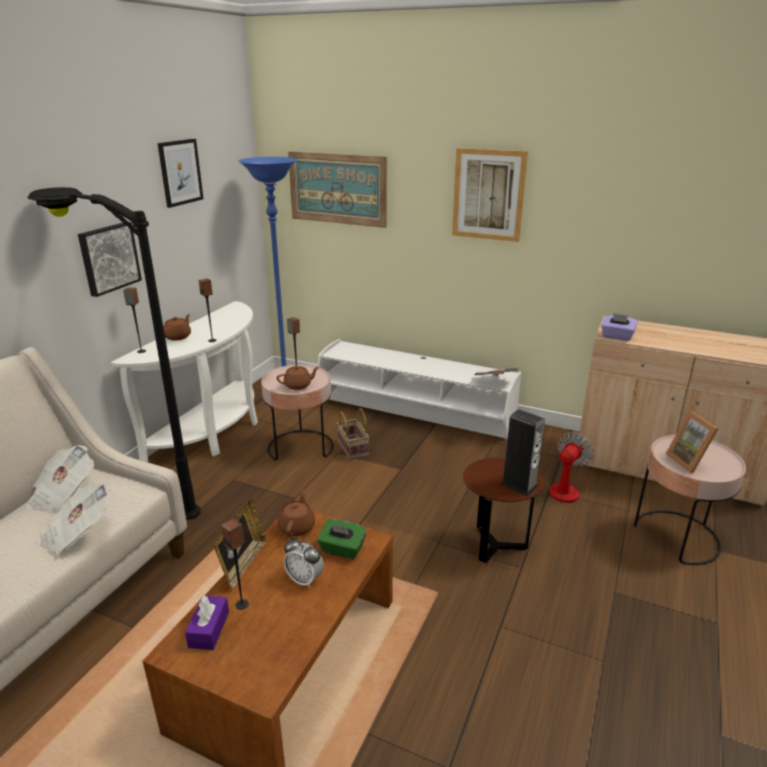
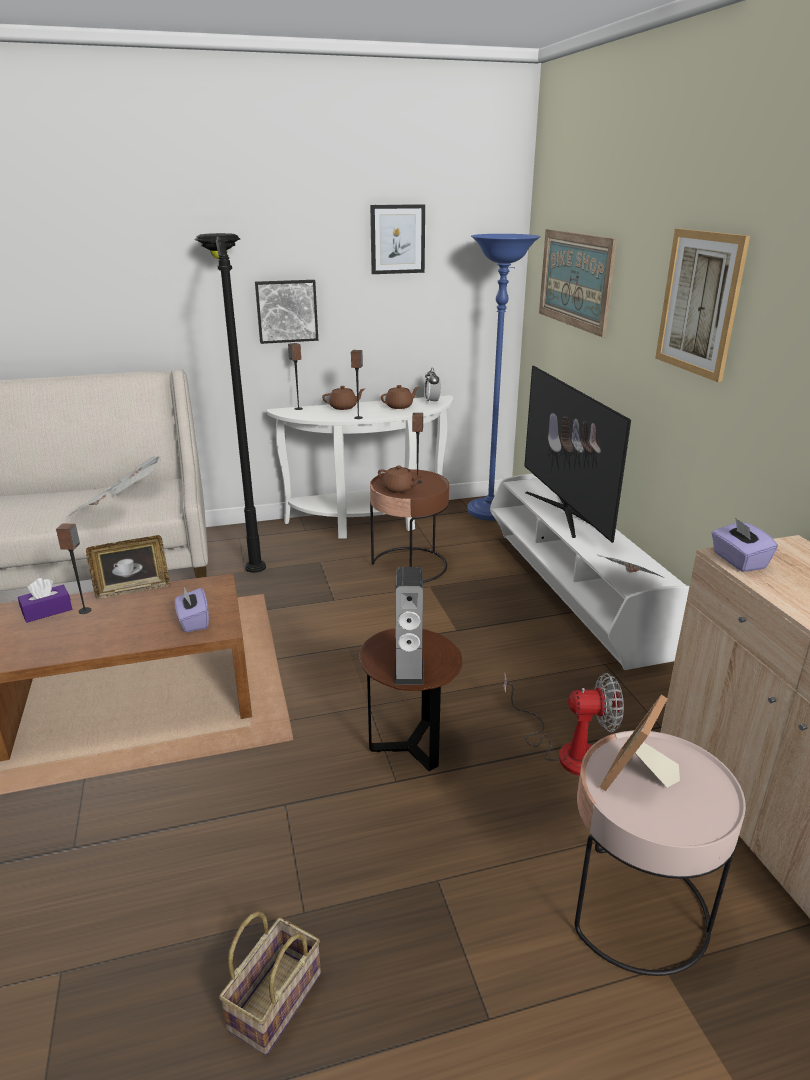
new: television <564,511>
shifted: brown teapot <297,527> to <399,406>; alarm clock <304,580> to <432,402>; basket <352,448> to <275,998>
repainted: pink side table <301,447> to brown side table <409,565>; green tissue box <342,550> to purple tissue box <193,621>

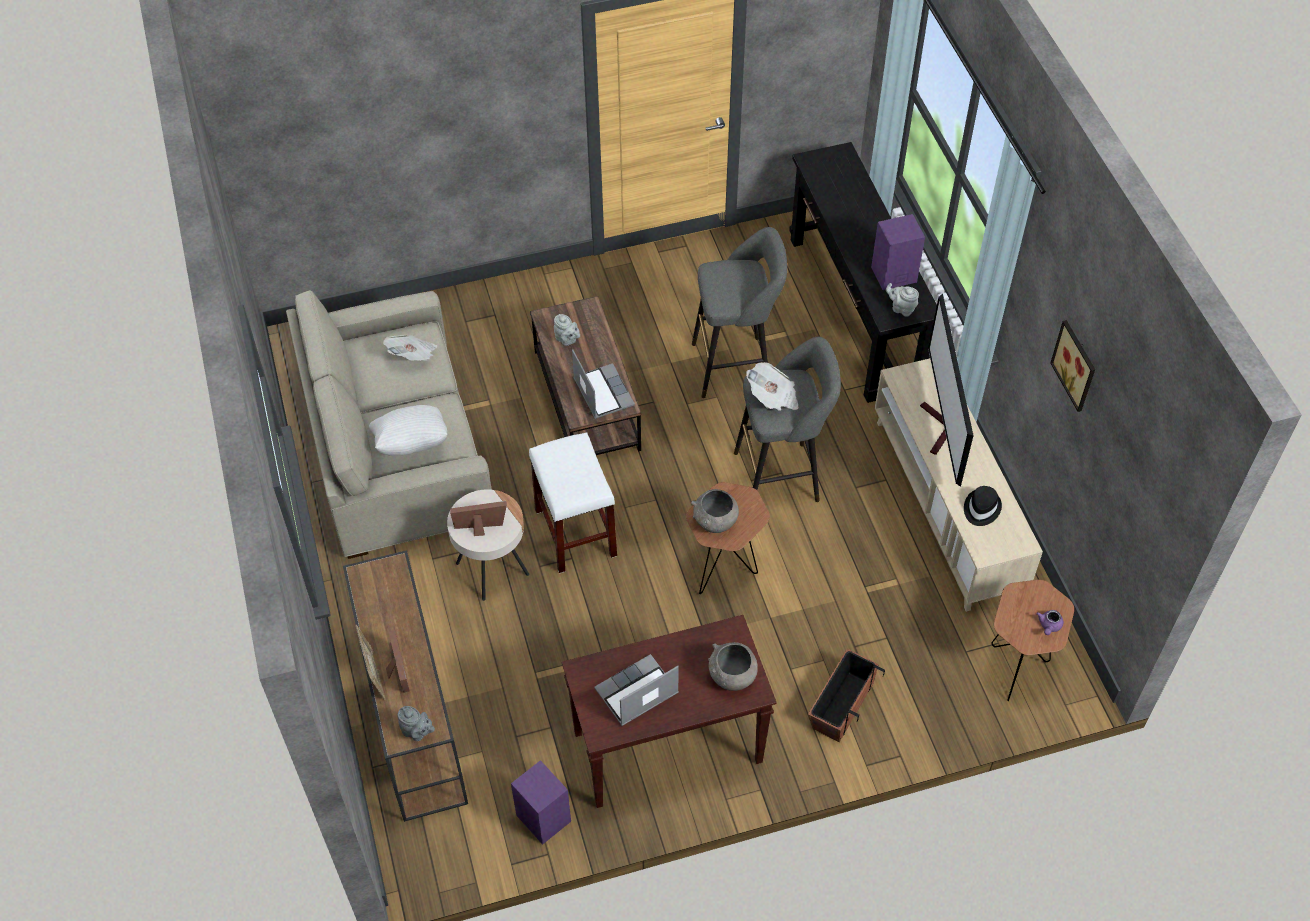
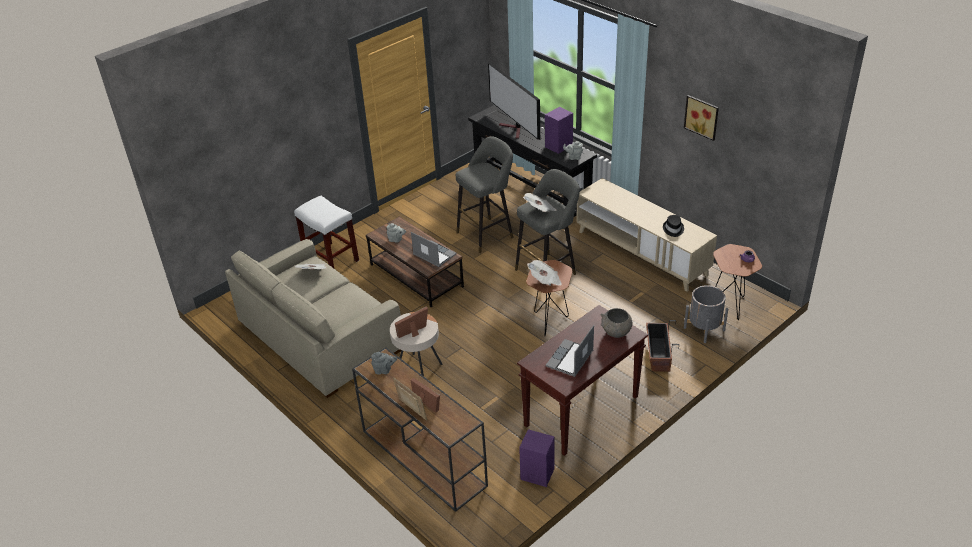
gone: white pillow <411,446>
new: grey planter <704,329>
shifted: grey teapot <417,732> to <384,370>; white stool <576,533> to <332,259>; television <940,429> to <514,130>
swapped: grey bowl <715,522> to newspaper <545,281>

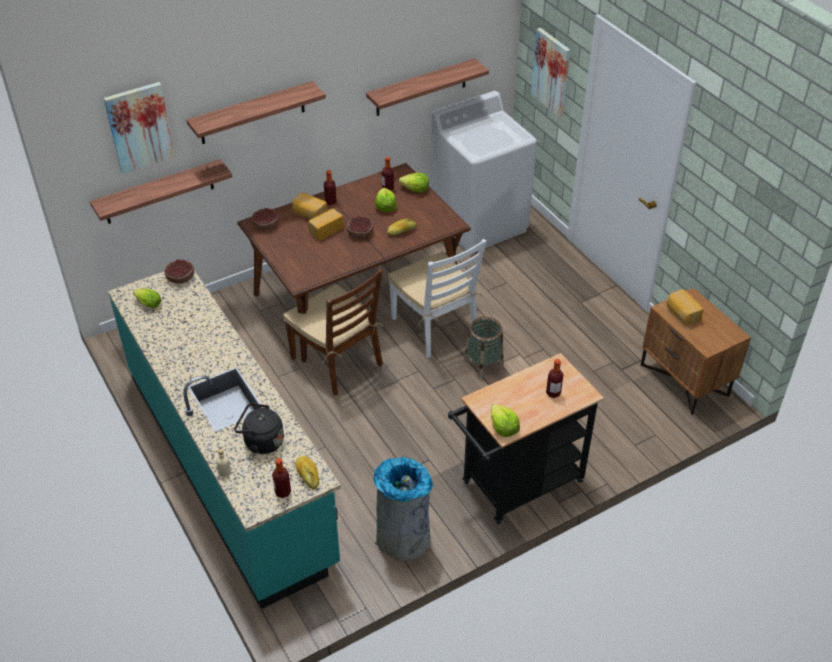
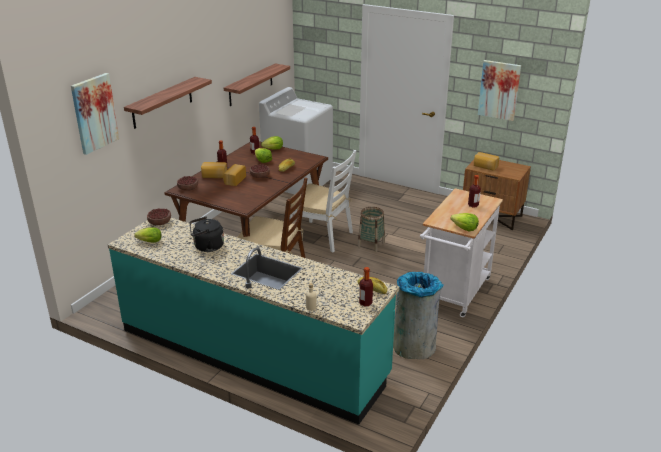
gone: shelf <159,192>
shifted: black kettle <261,442> to <207,247>; picture <551,72> to <499,90>
repainted: black cart <516,486> to white cart <454,295>

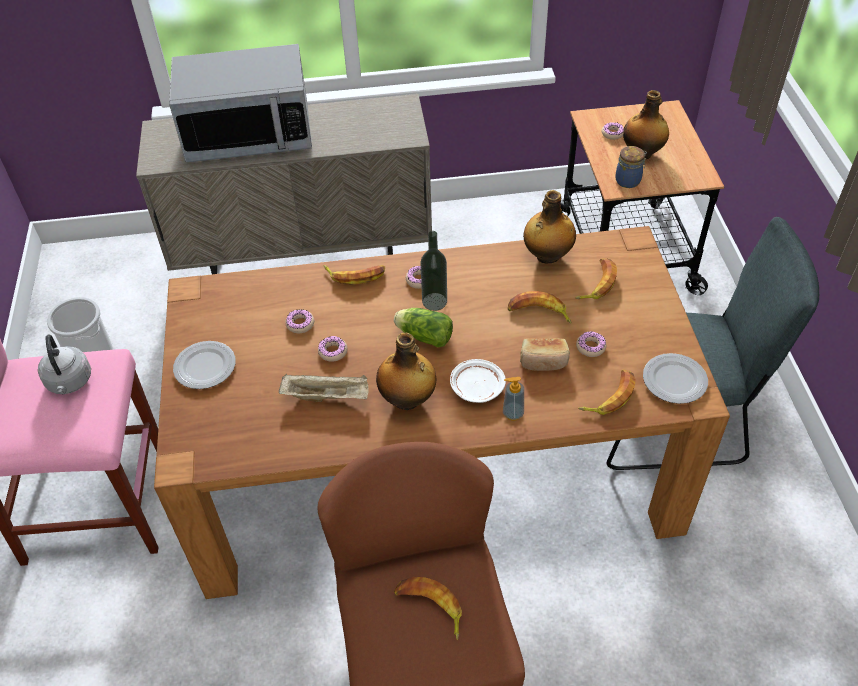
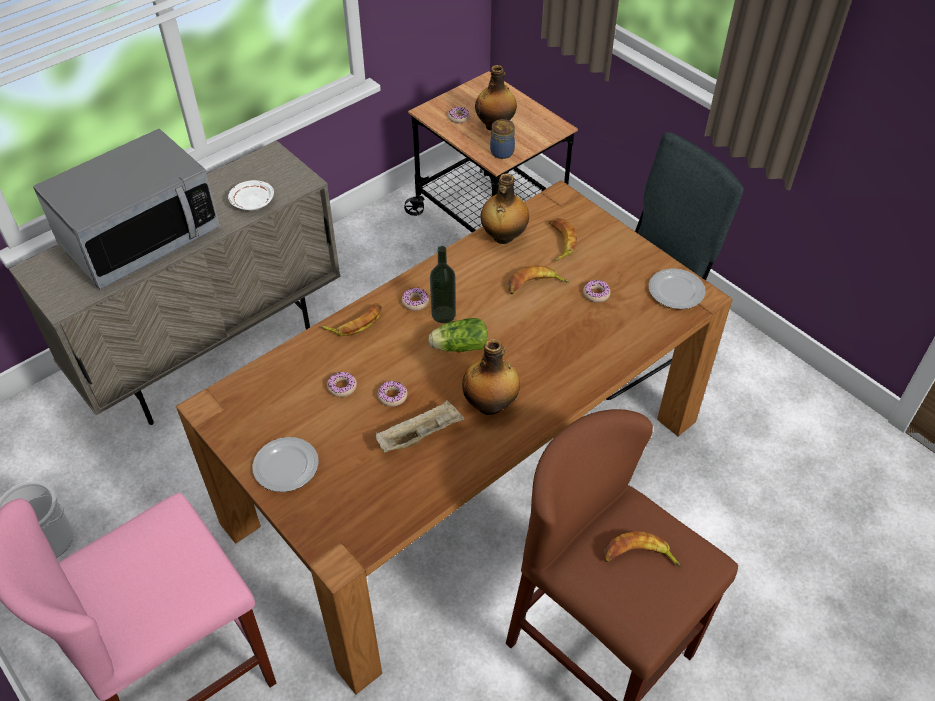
gone: grey kettle <70,382>; soap dispenser <513,413>; bread <543,361>; banana <610,396>
shifted: white plate <476,387> to <252,202>

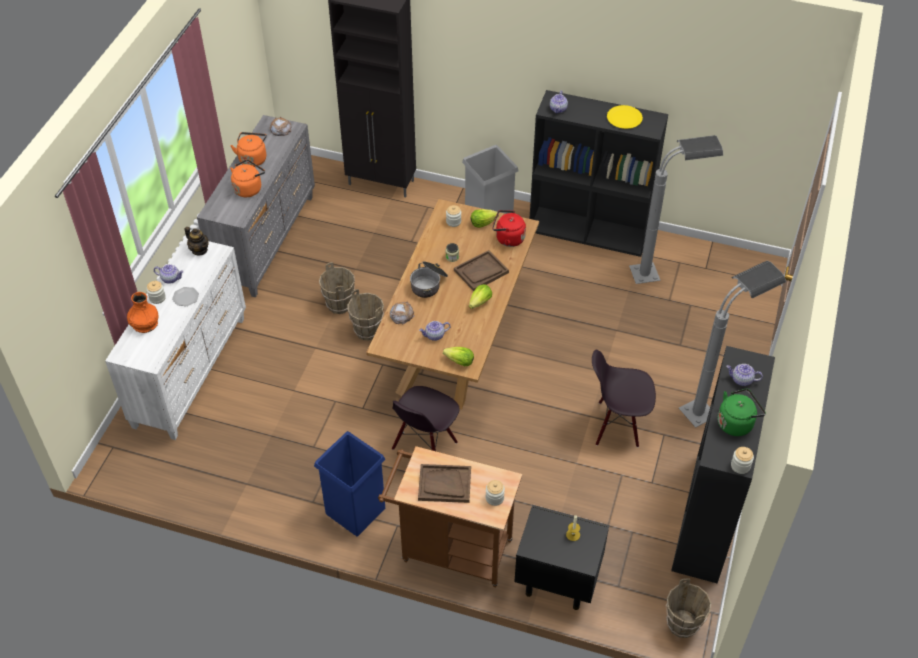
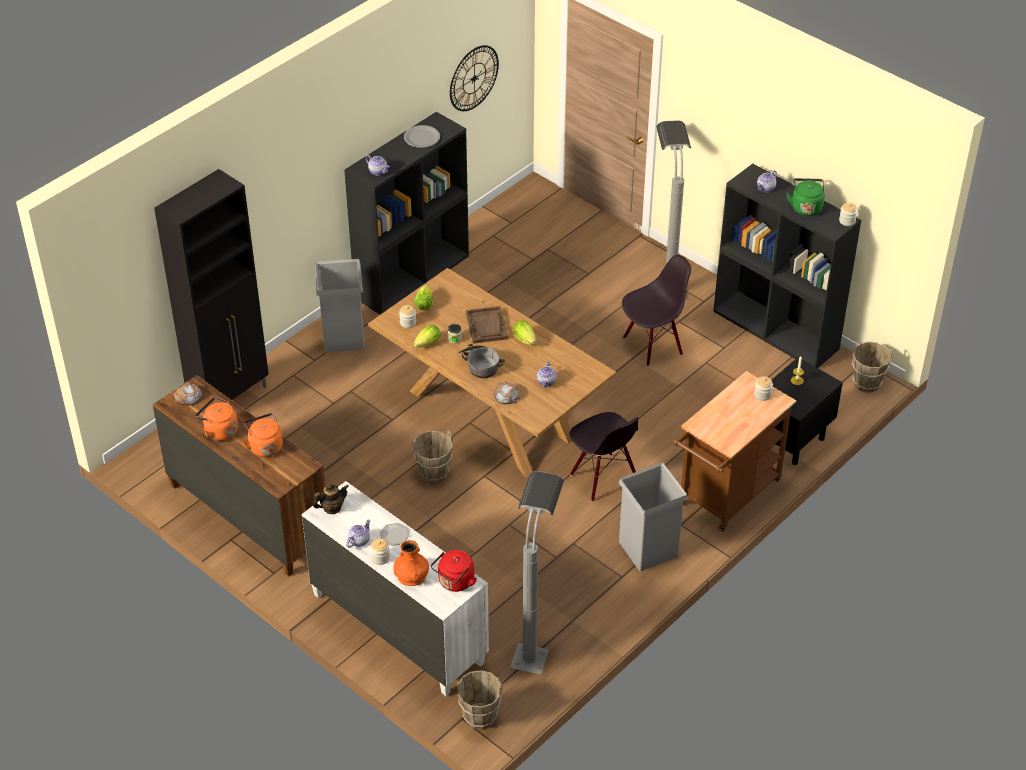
gone: brown tray <444,484>
new: wall clock <474,78>
shifted: brown bucket <340,305> to <480,716>; lettuce <459,362> to <428,343>; red kettle <508,238> to <455,582>; grey floor lamp <661,272> to <534,643>
repainted: grey dresser <266,240> to brown dresser <248,515>; blue trash can <355,510> to grey trash can <648,549>; yellow plate <624,118> to grey plate <422,137>
rotated: black chair <617,425> = <652,345> 150 degrees counterclockwise

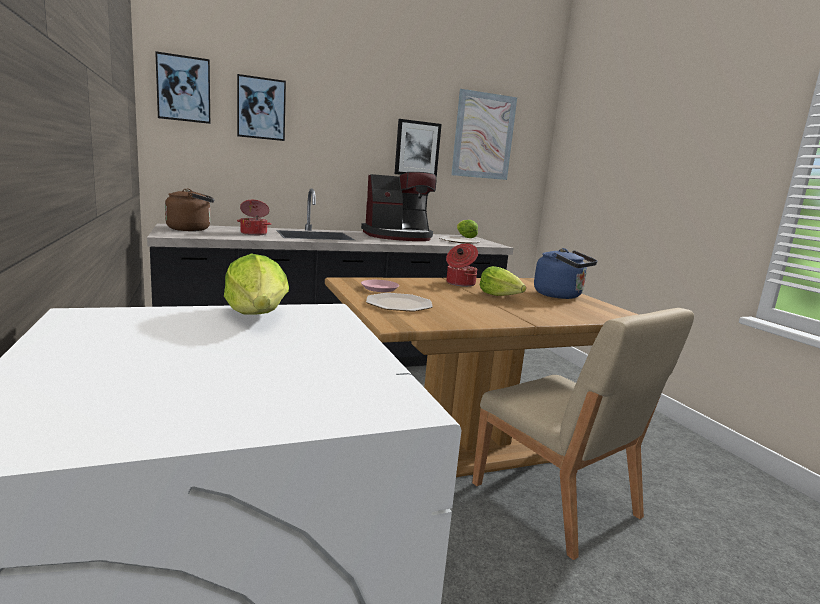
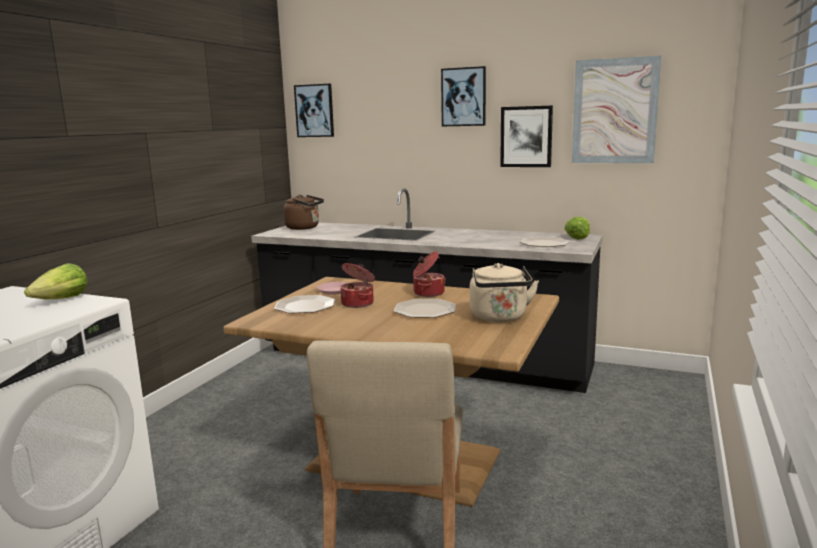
gone: coffee machine <398,236>
shifted: picture <261,108> to <464,97>; cooking pot <254,233> to <358,303>
swapped: lettuce <500,296> to plate <425,310>
repainted: blue kettle <560,296> to beige kettle <499,318>

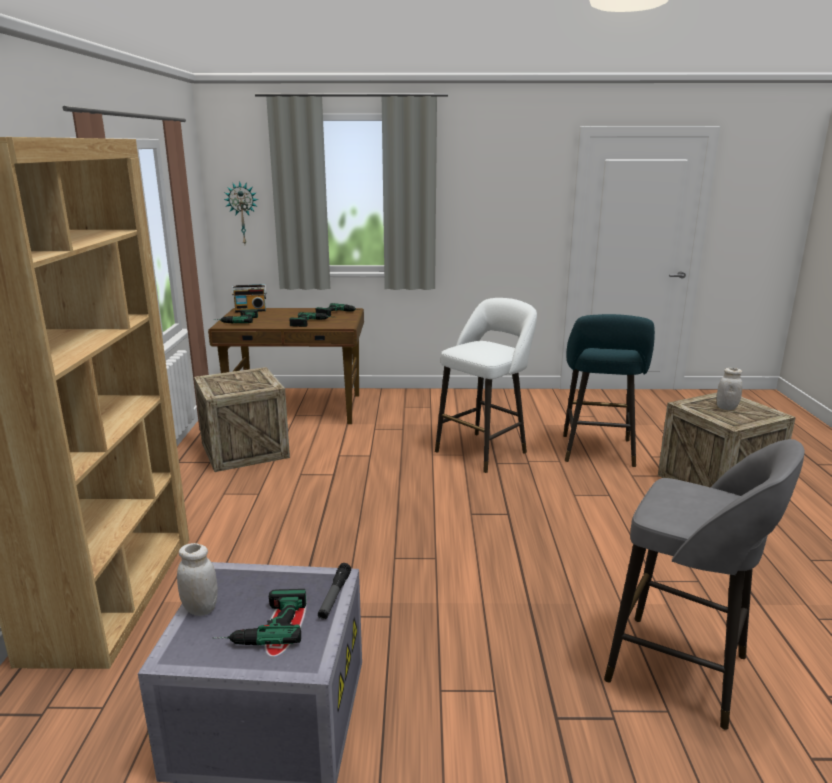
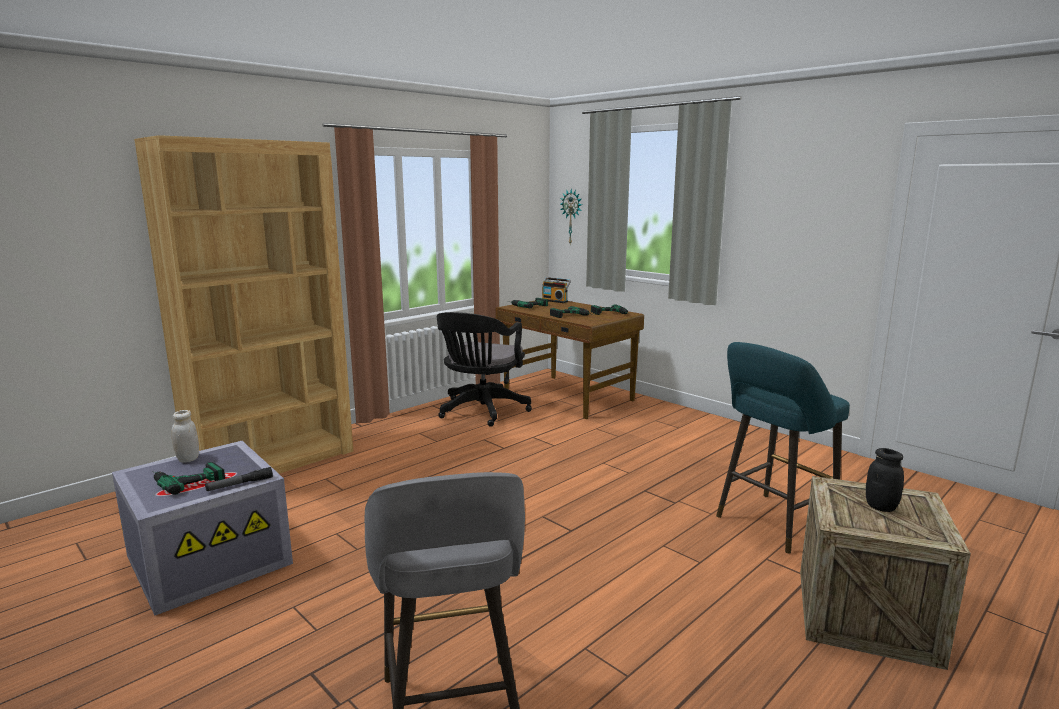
gone: white stool <484,450>
swapped: crate <244,450> to black office chair <481,412>
repainted: white jar <726,408> to black jar <881,507>

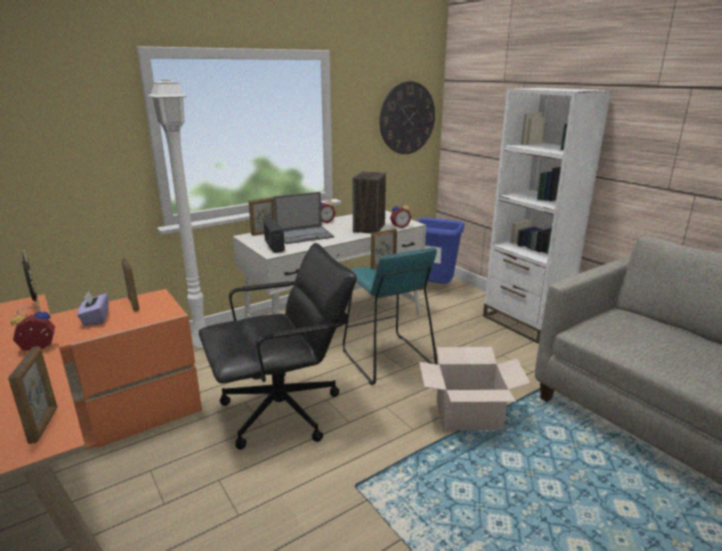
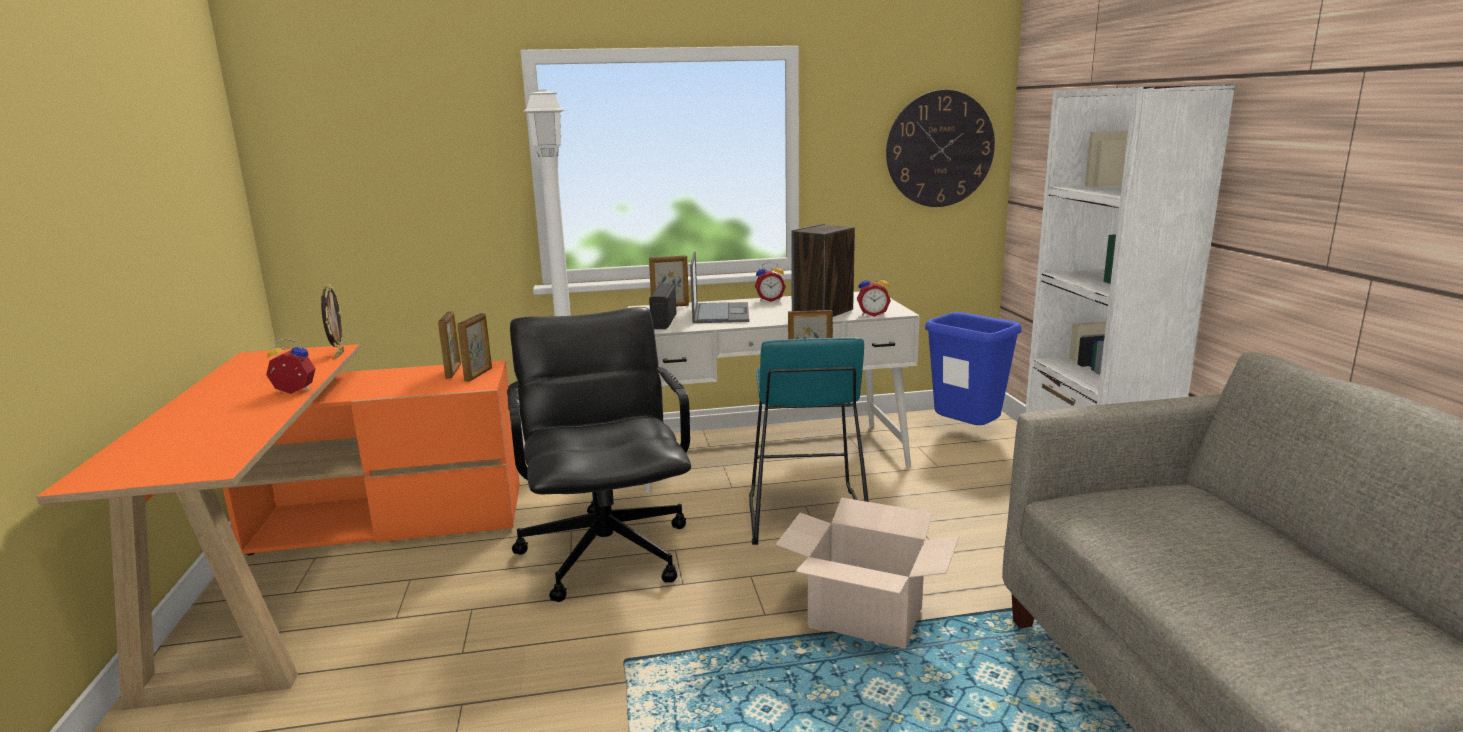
gone: purple tissue box <96,319>
shifted: picture frame <44,424> to <479,375>
rotated: black office chair <283,412> = <607,552> 105 degrees counterclockwise; laptop <305,235> = <720,313> 90 degrees counterclockwise

